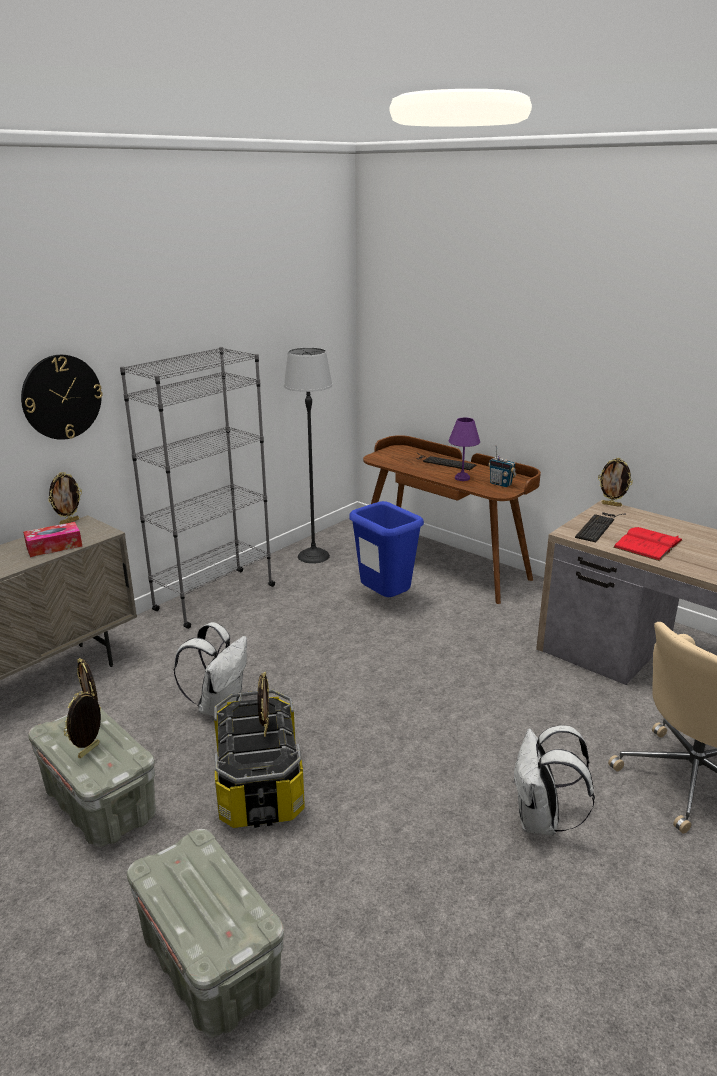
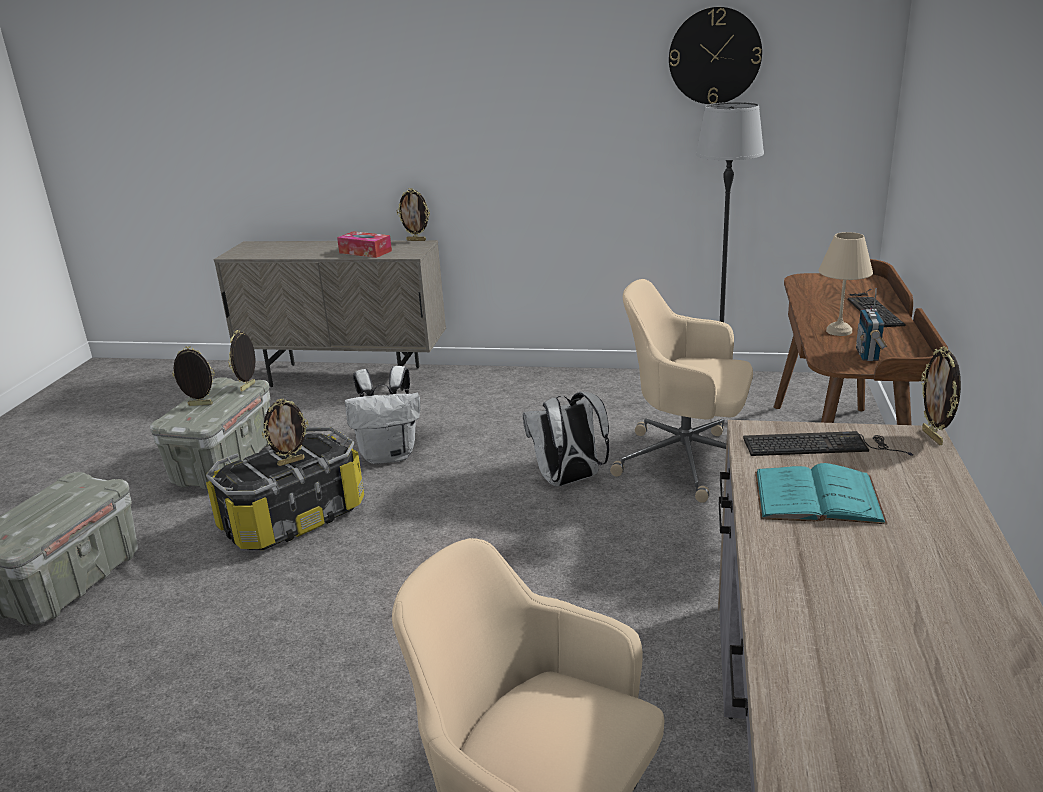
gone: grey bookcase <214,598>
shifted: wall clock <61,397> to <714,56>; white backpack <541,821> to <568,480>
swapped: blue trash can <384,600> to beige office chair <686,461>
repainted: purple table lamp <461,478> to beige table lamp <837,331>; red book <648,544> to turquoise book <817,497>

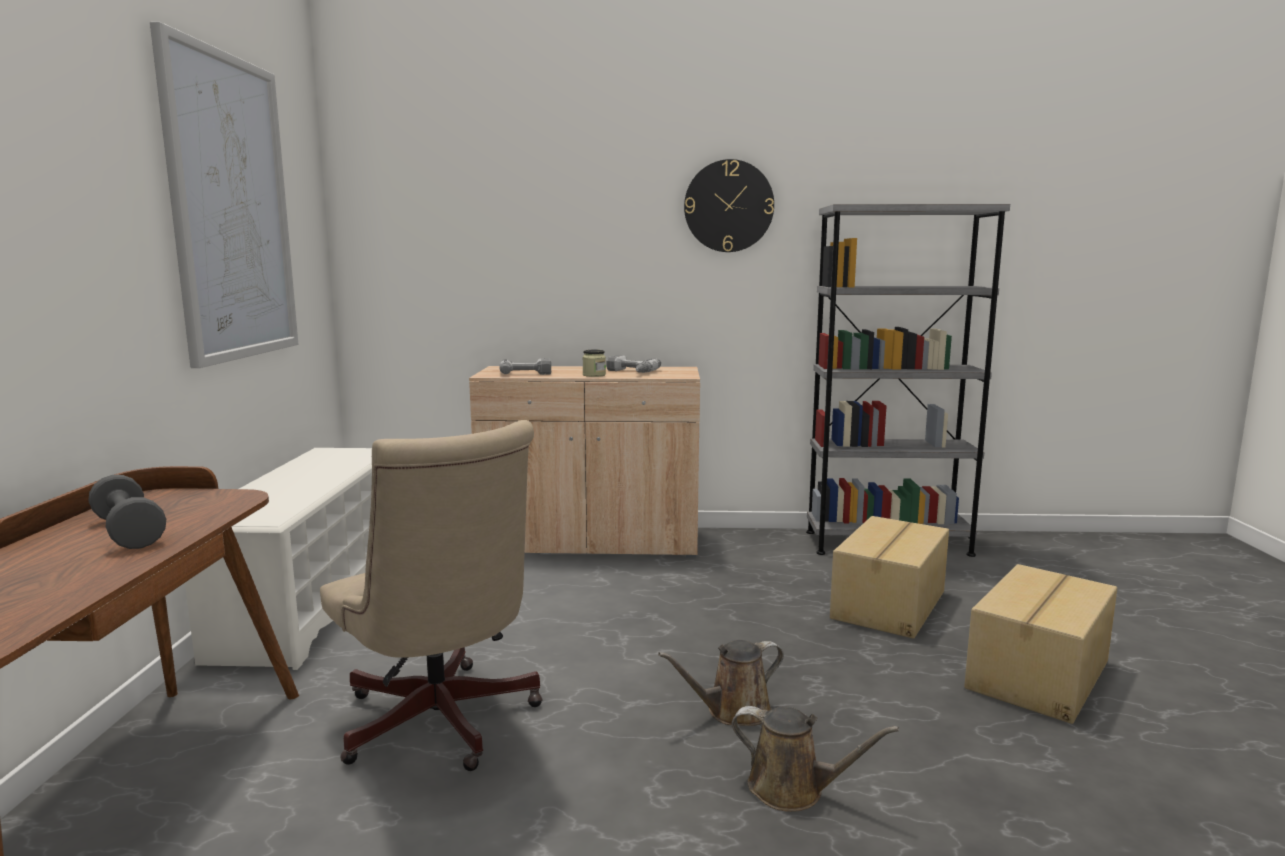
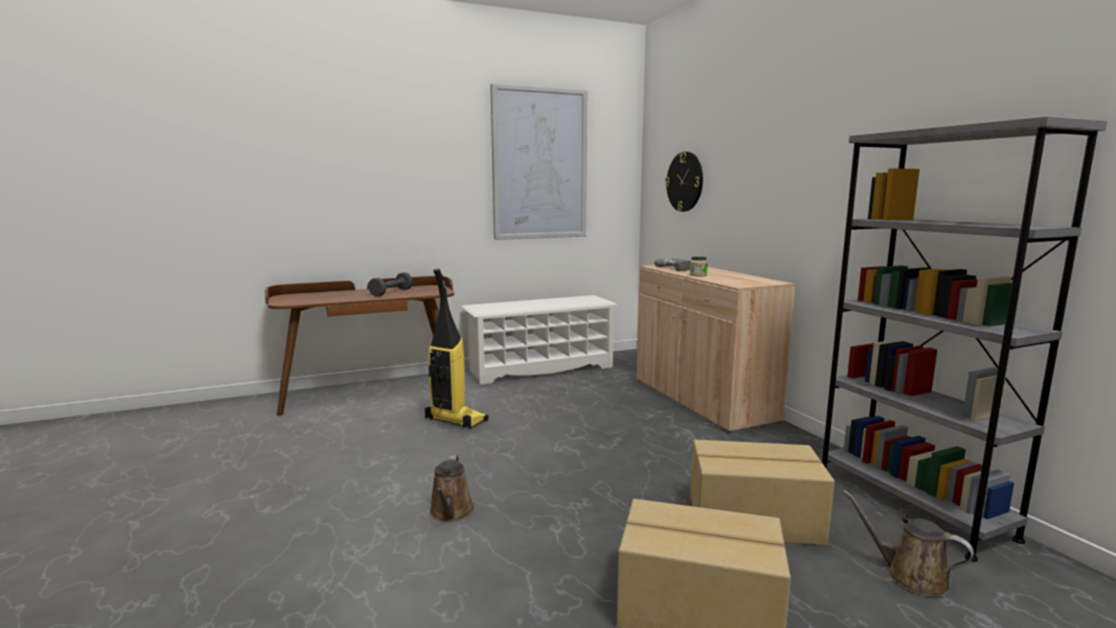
gone: power drill <630,372>
shifted: brown watering can <733,711> to <910,576>; wall clock <728,206> to <685,182>
swapped: beige office chair <441,726> to vacuum cleaner <455,420>

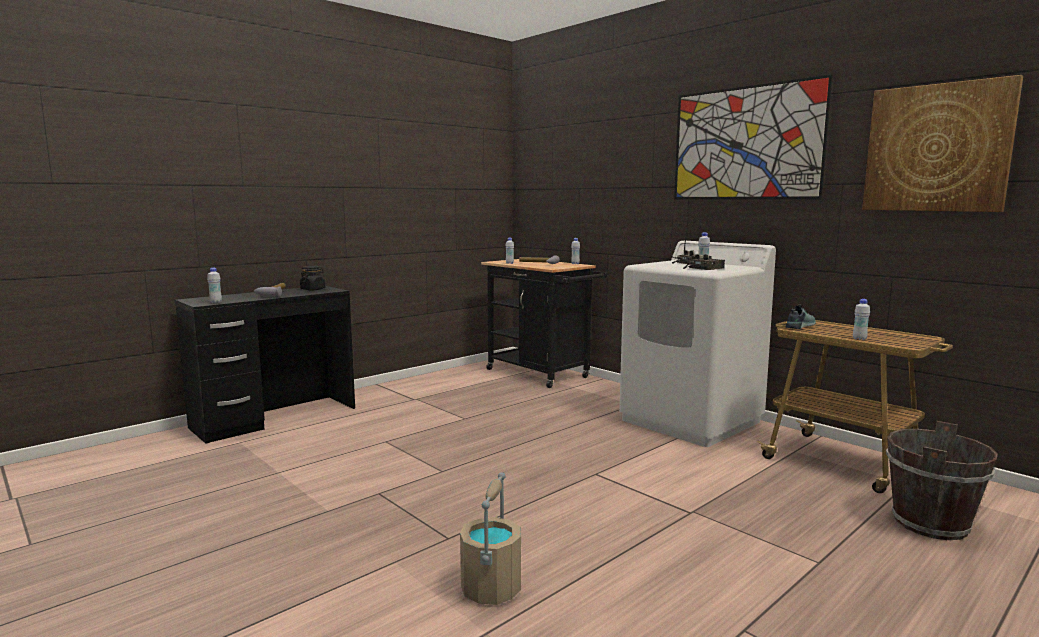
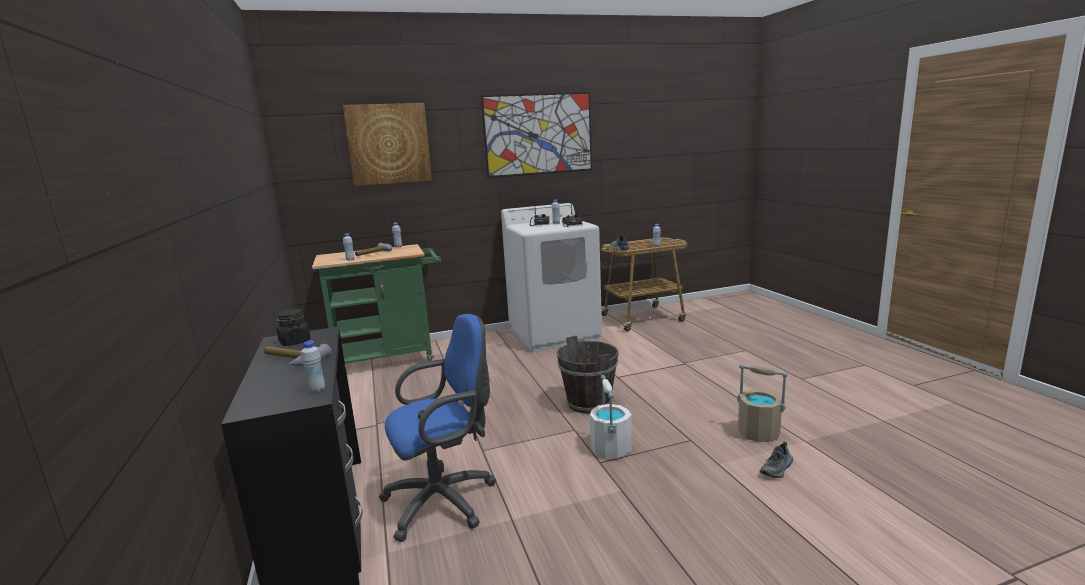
new: blue office chair <446,500>; white bucket <610,448>; shoe <777,469>
shifted: picture <937,148> to <388,144>; brown bucket <931,524> to <589,403>
repainted: black cart <542,374> to green cart <391,359>

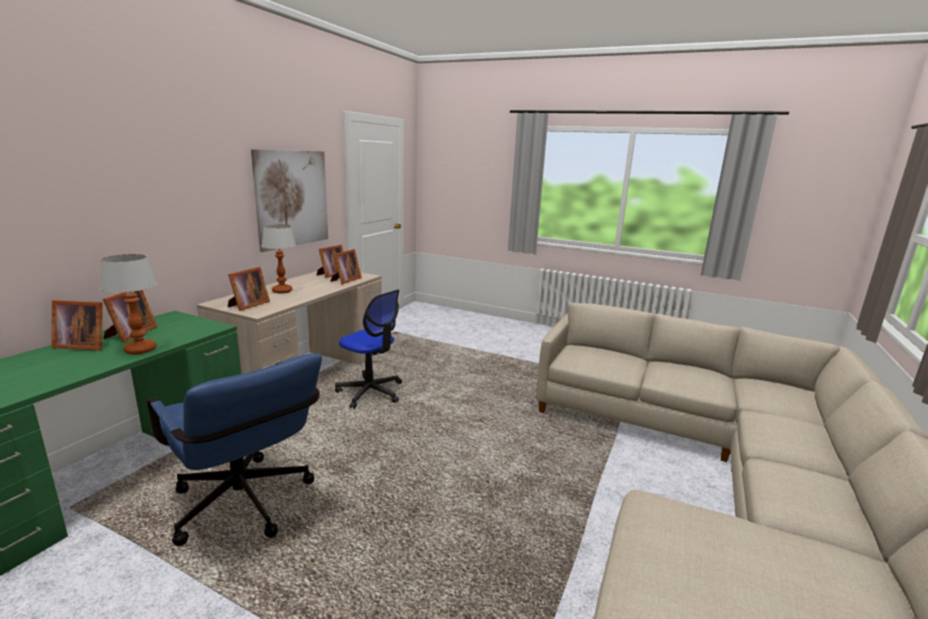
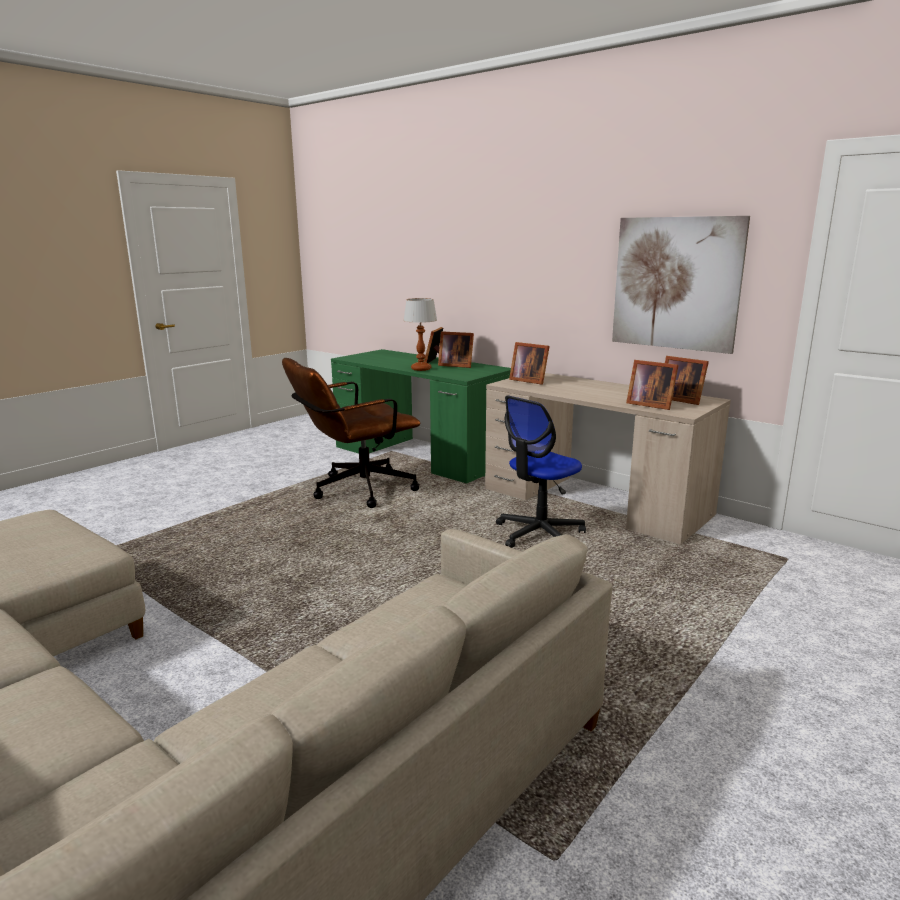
gone: table lamp <282,291>
repainted: blue office chair <246,508> to brown office chair <355,490>

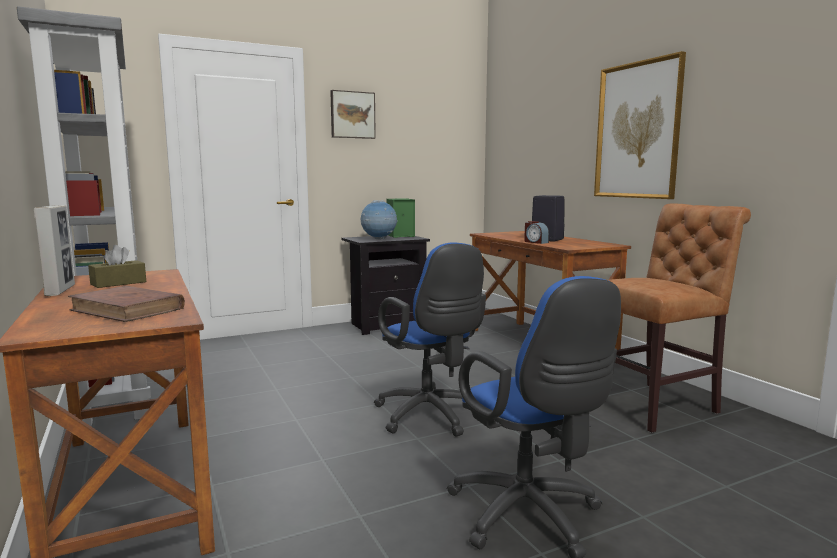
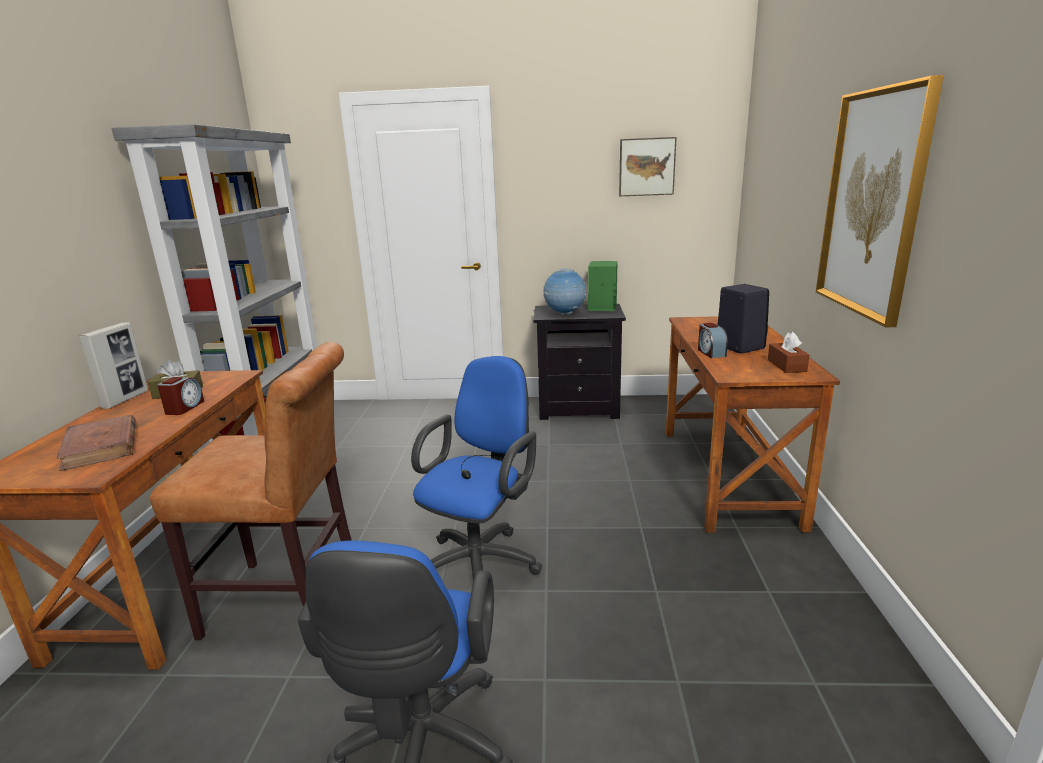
new: alarm clock <184,408>; brown tissue box <786,365>
shifted: picture <352,115> to <646,167>; brown chair <656,405> to <292,600>
rotated: blue office chair <430,417> = <481,563> 150 degrees counterclockwise

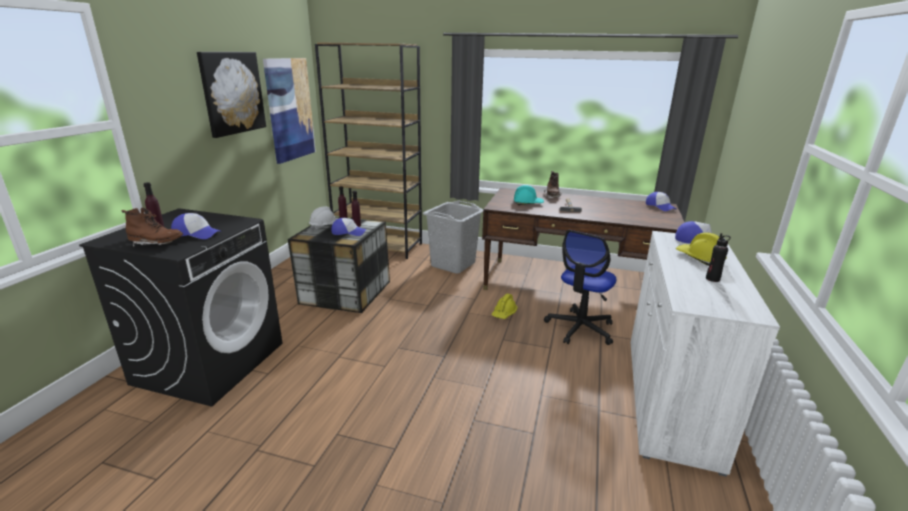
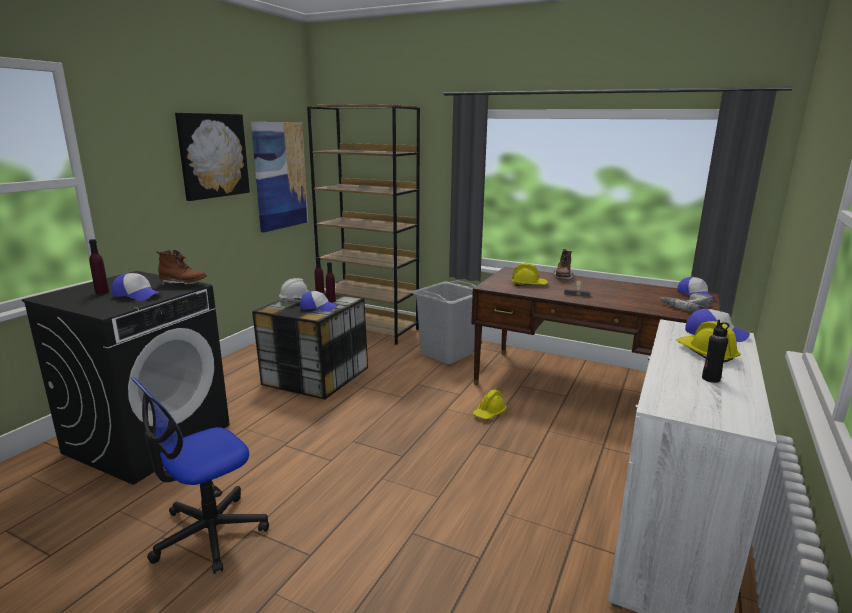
new: power drill <685,306>
shifted: brown boot <157,244> to <183,284>; office chair <580,328> to <209,533>
repainted: turquoise hard hat <528,203> to yellow hard hat <528,284>

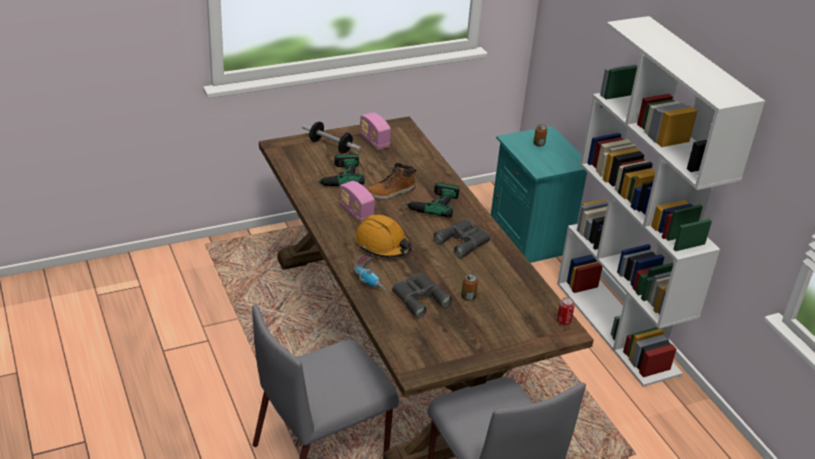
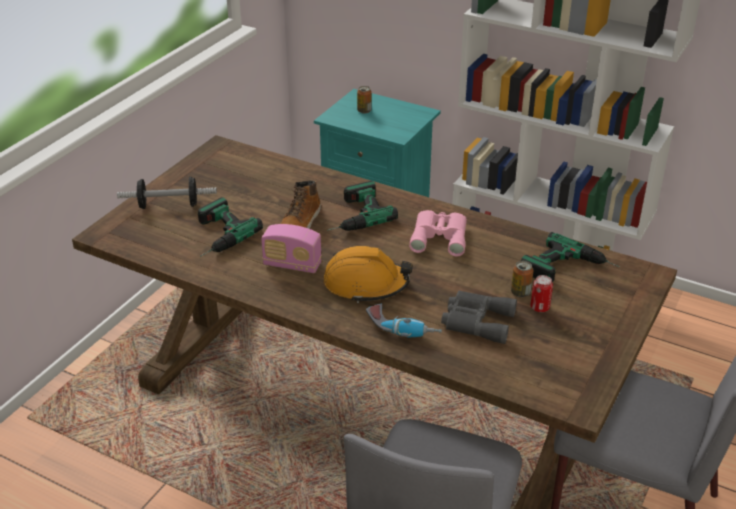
gone: radio <374,141>
new: power drill <570,270>
shifted: can <563,321> to <540,307>
repainted: grey binoculars <464,241> to pink binoculars <440,236>

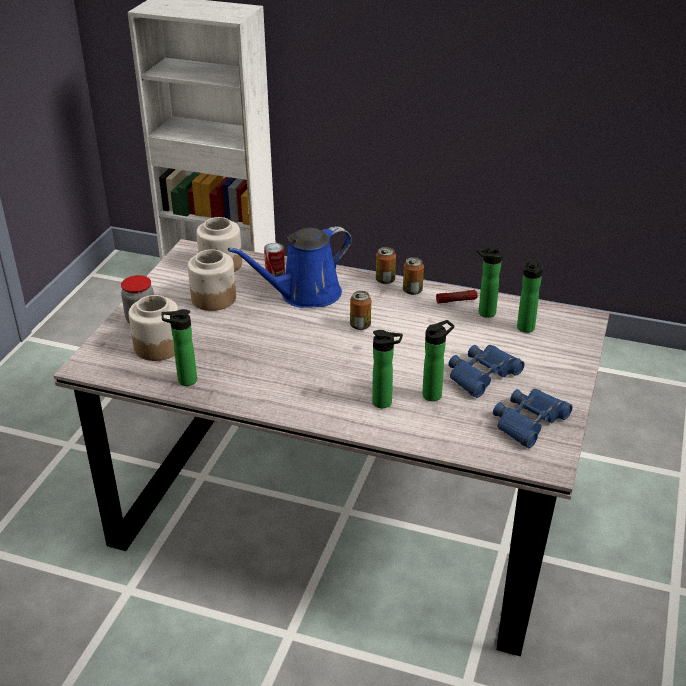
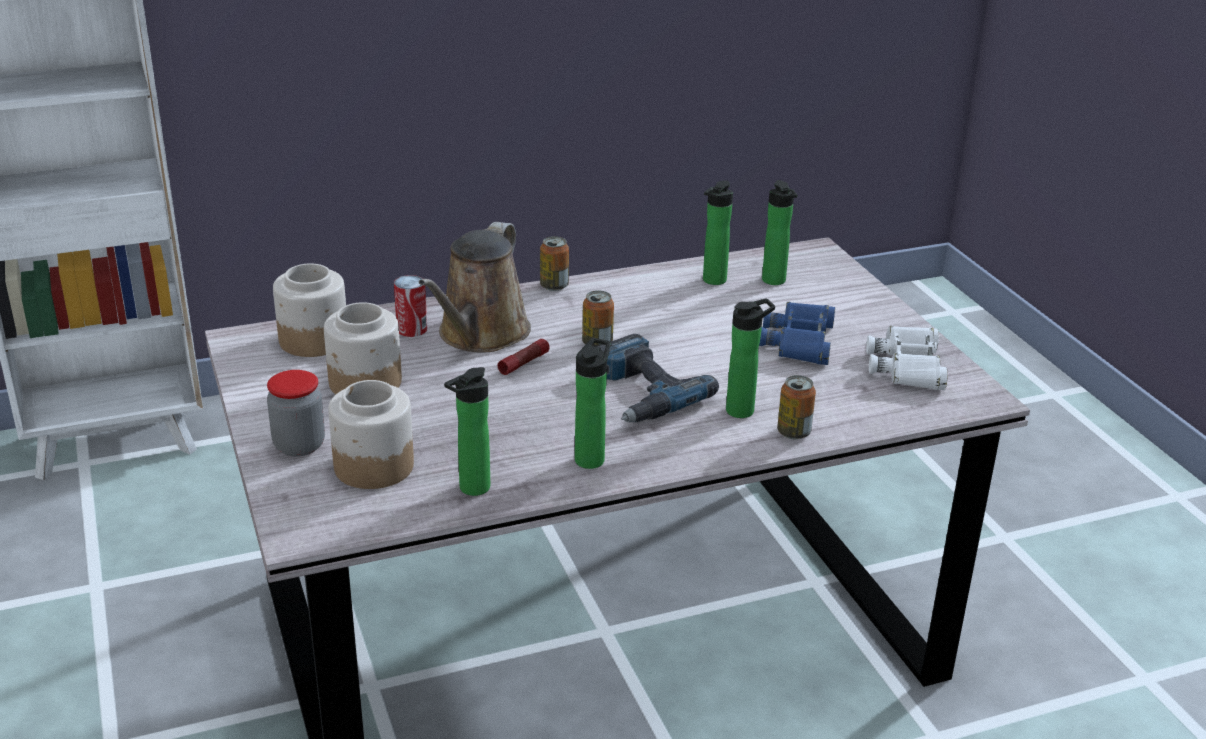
new: power drill <640,393>
shifted: can <412,291> to <793,432>; bottle <434,394> to <591,458>; flashlight <456,300> to <524,363>
repainted: blue watering can <305,295> to brown watering can <480,335>; blue binoculars <529,422> to white binoculars <907,366>

